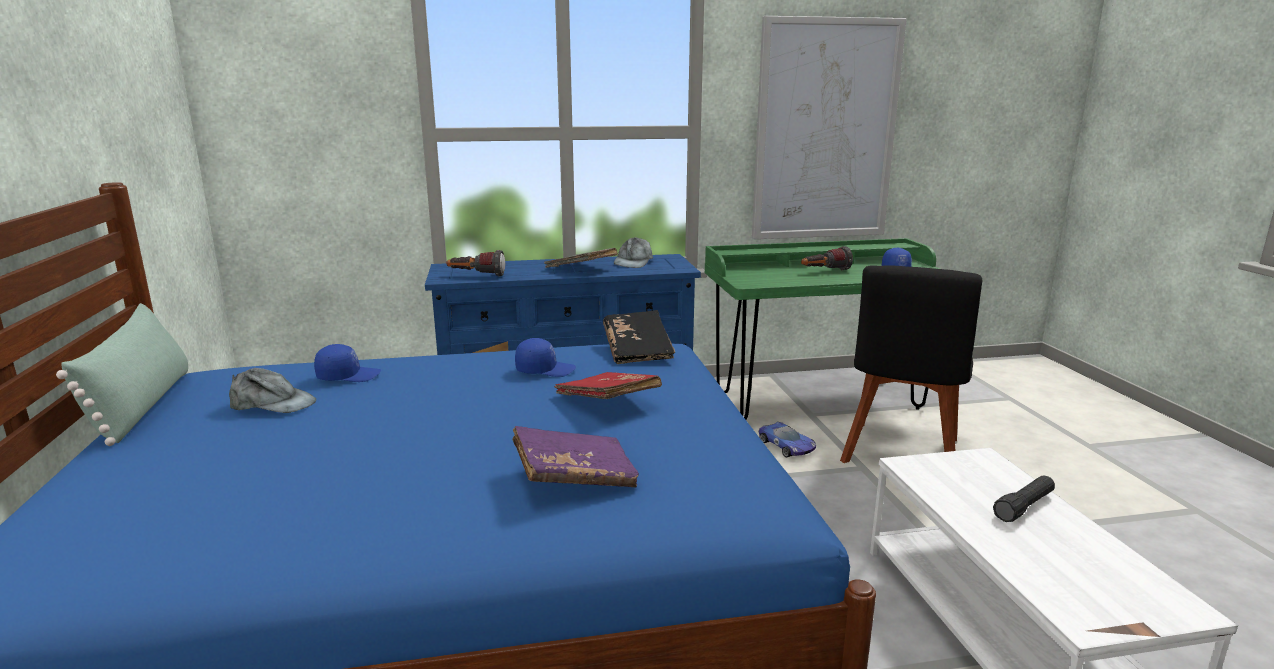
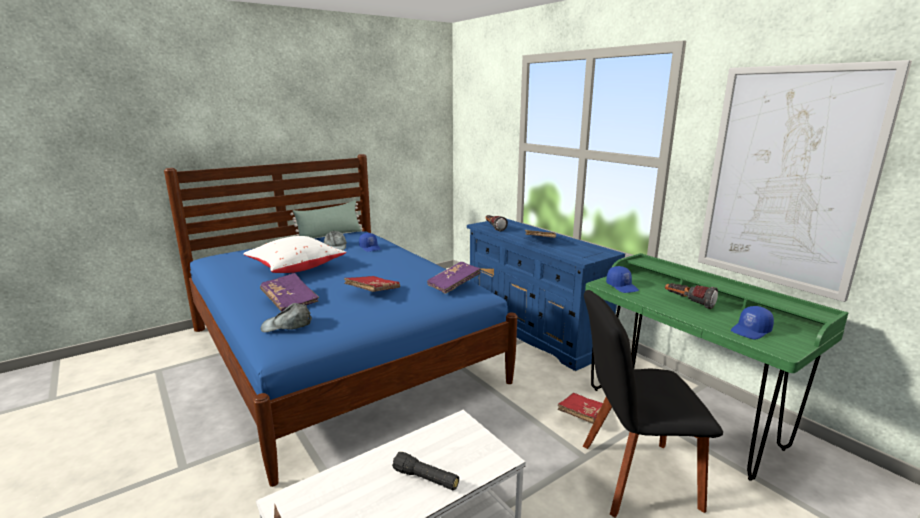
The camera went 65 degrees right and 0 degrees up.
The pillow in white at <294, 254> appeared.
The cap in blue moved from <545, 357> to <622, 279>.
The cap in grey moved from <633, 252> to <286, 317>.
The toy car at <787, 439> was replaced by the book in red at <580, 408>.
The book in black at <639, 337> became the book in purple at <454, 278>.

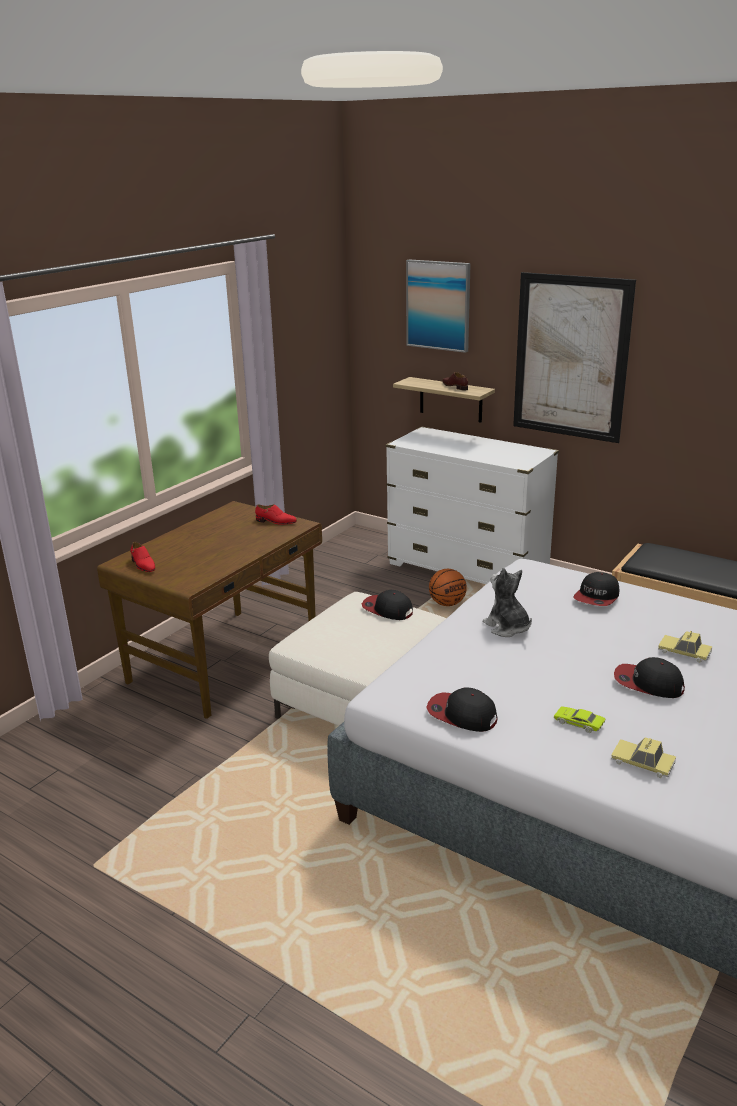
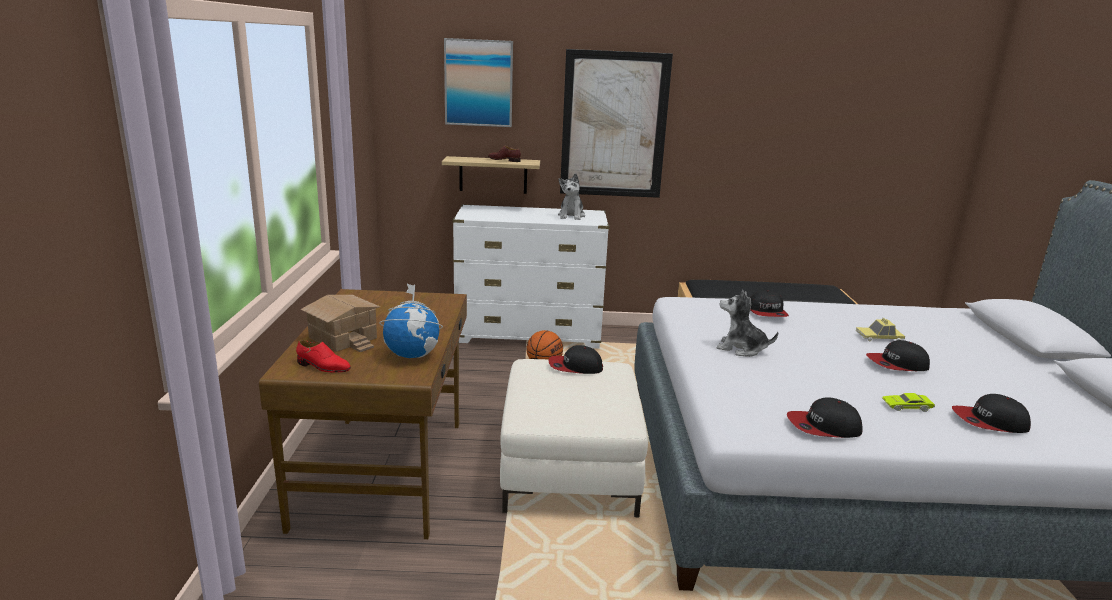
The camera went 35 degrees left and 5 degrees down.
The shoe in red at <276, 514> disappeared.
The toy house at <340, 323> appeared.
The globe at <411, 321> appeared.
The plush toy at <571, 196> appeared.
The toy car at <643, 758> was replaced by the cap at <991, 413>.

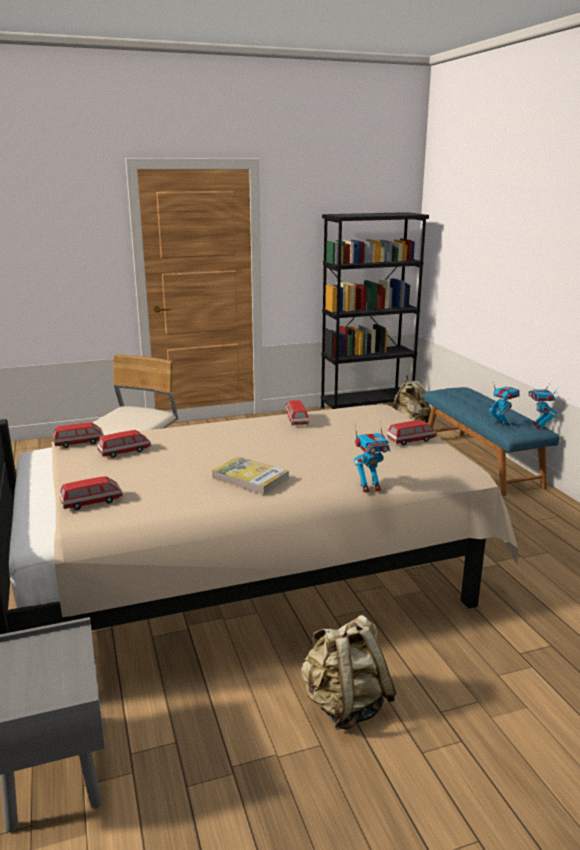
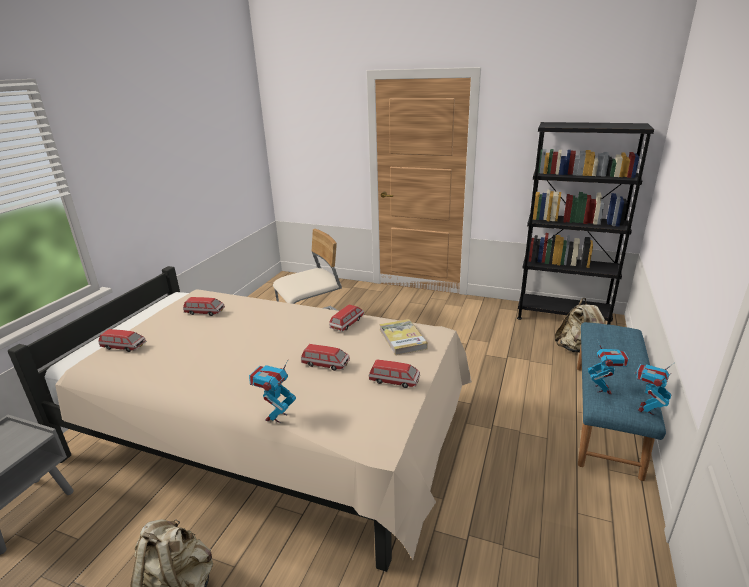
The camera went 40 degrees right and 5 degrees up.
The toy car moved from <79, 435> to <325, 357>.
The book moved from <250, 476> to <403, 337>.
The toy robot at <372, 458> turned 90 degrees clockwise.

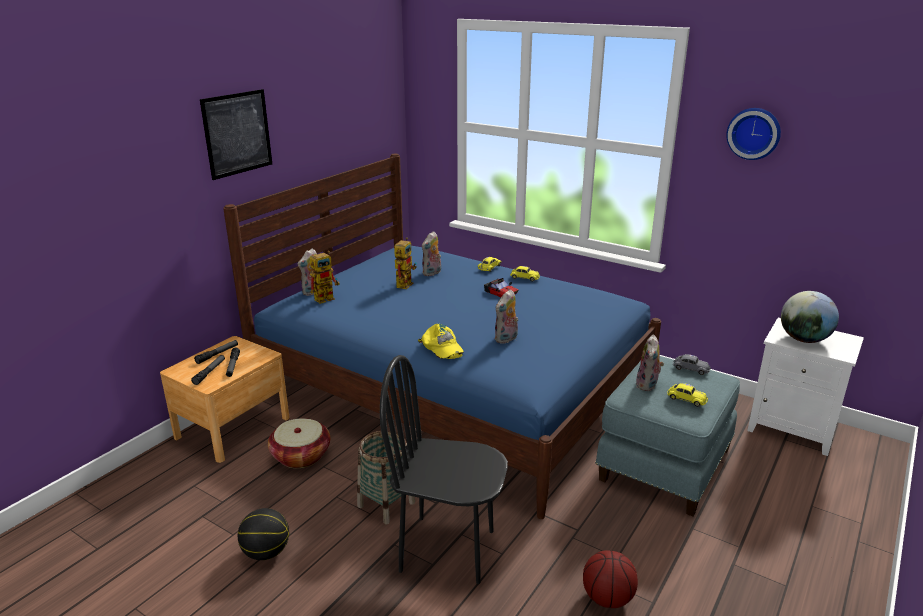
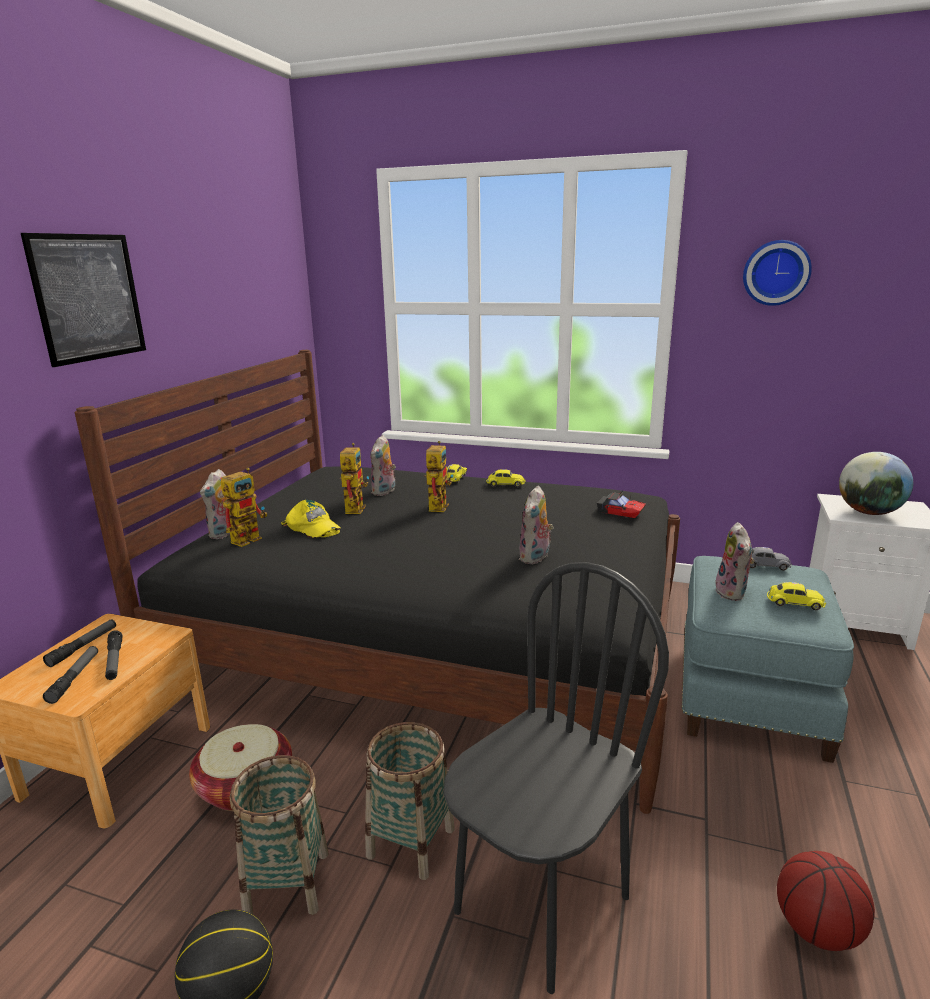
The camera went 15 degrees left and 5 degrees down.
The basket at <279, 835> appeared.
The toy robot at <439, 476> appeared.
The cap in yellow moved from <441, 341> to <311, 519>.
The toy car moved from <501, 287> to <621, 504>.
The bed in blue at <442, 336> became the bed in black at <377, 582>.
The chair in black at <444, 469> turned 135 degrees clockwise.

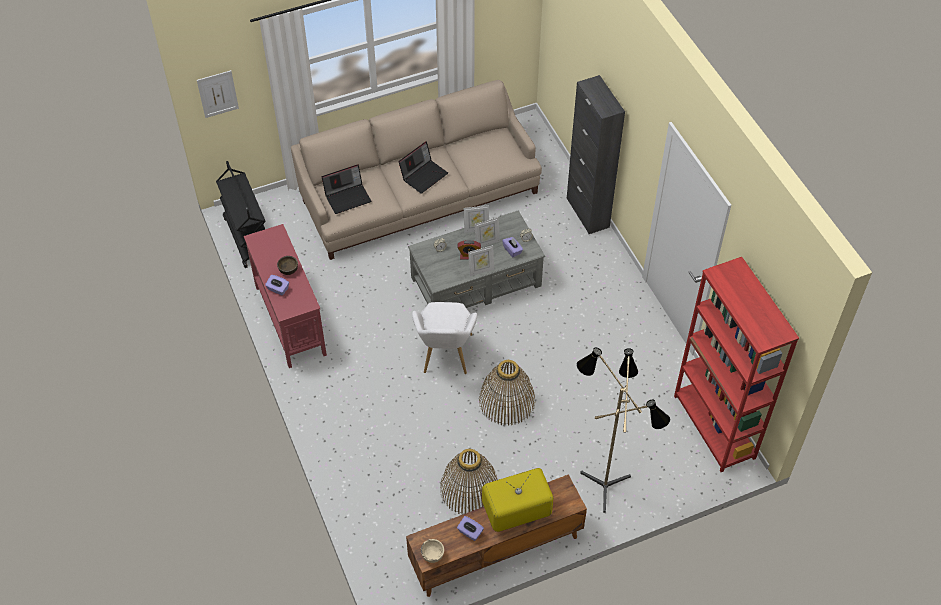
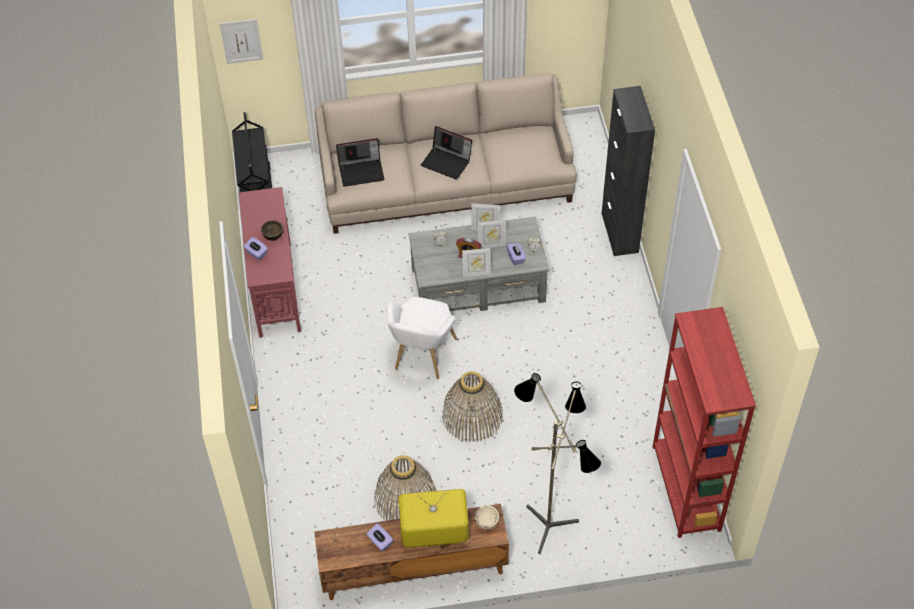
The camera went 15 degrees right and 0 degrees up.
The bowl in beige moved from <432, 551> to <487, 517>.
The laptop at <423, 167> turned 60 degrees clockwise.

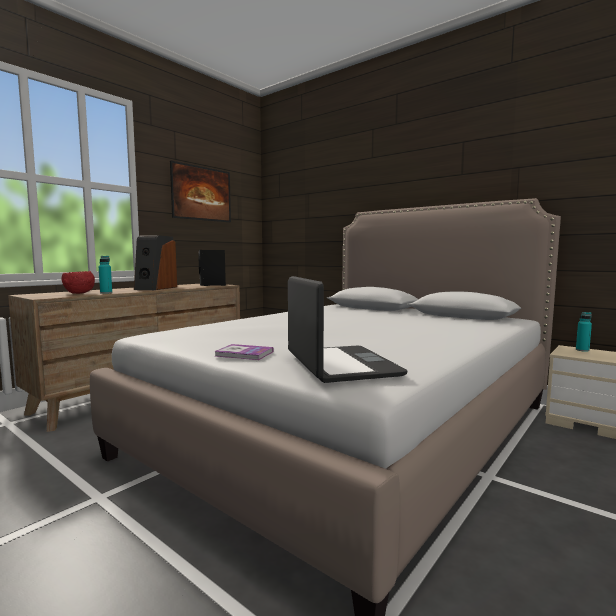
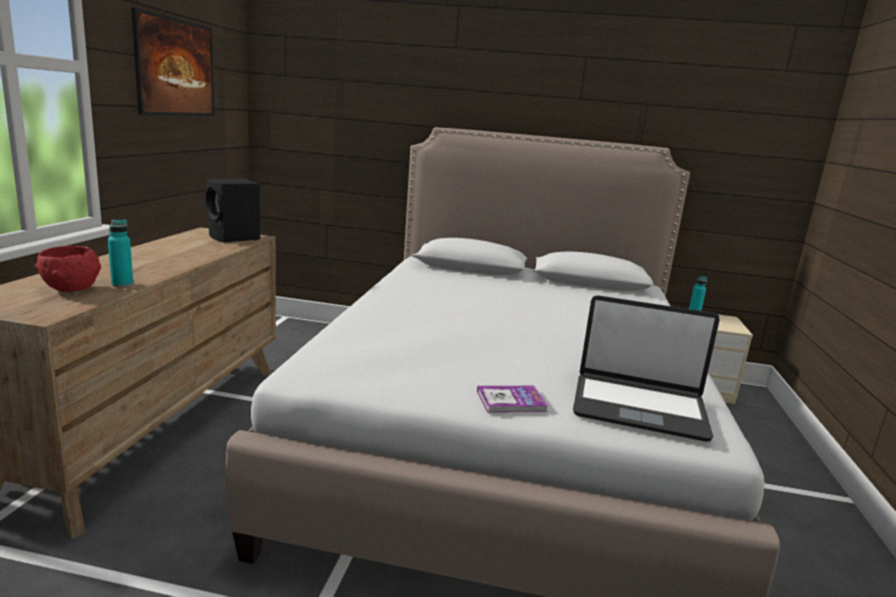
The camera went 30 degrees left and 10 degrees up.
The speaker at <155, 262> disappeared.
The laptop at <348, 329> turned 150 degrees clockwise.

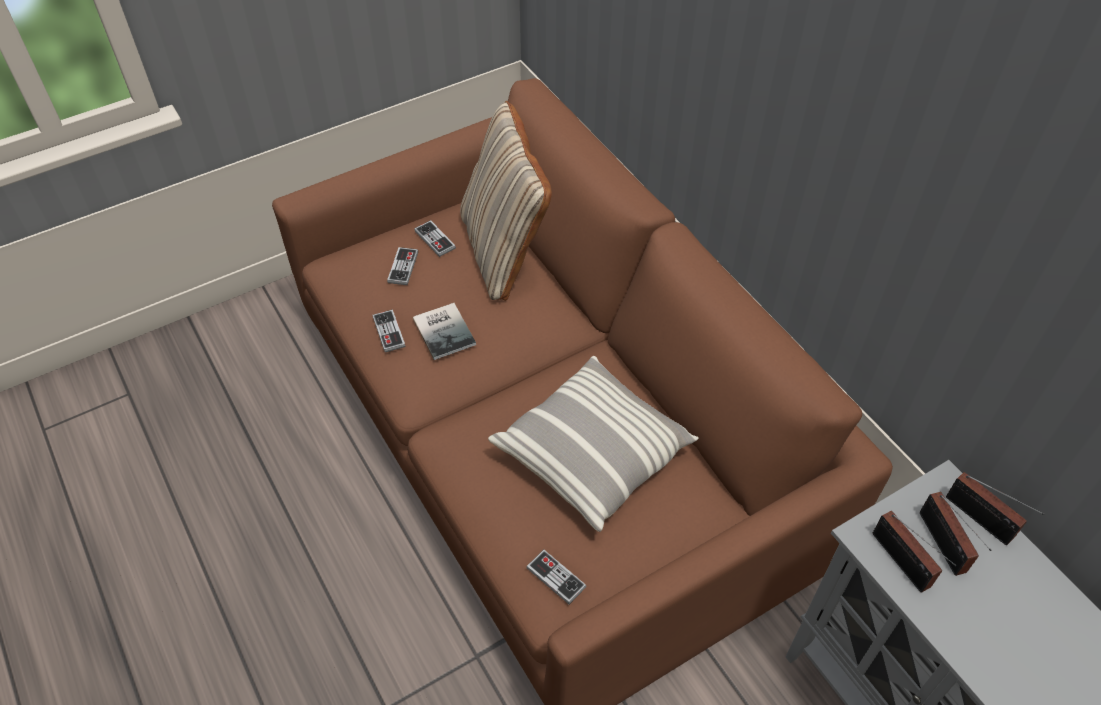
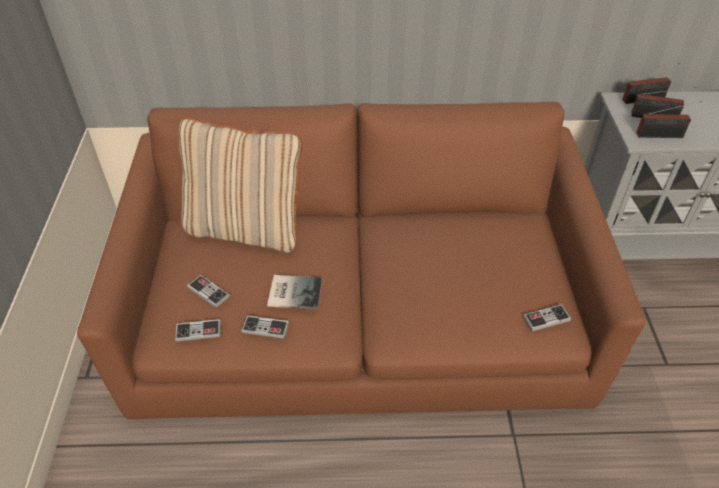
The camera went 60 degrees left and 5 degrees down.
The pillow at <593, 444> disappeared.
The game controller moved from <435, 238> to <198, 330>.

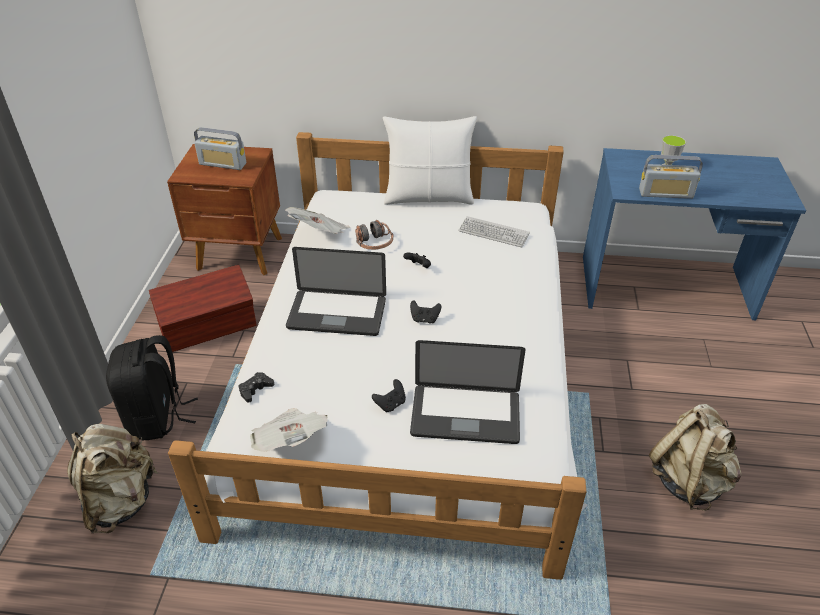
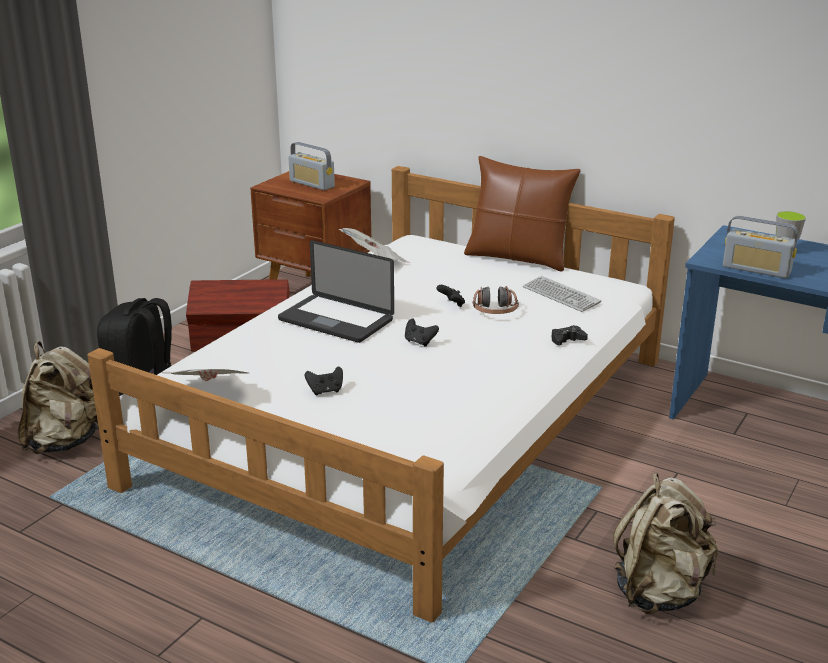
The camera went 25 degrees right and 15 degrees down.
The laptop at <467, 392> disappeared.
The game controller in black moved from <256, 387> to <569, 335>.
The headphones moved from <374, 235> to <496, 300>.
The pillow in white at <430, 160> became the pillow in brown at <522, 214>.

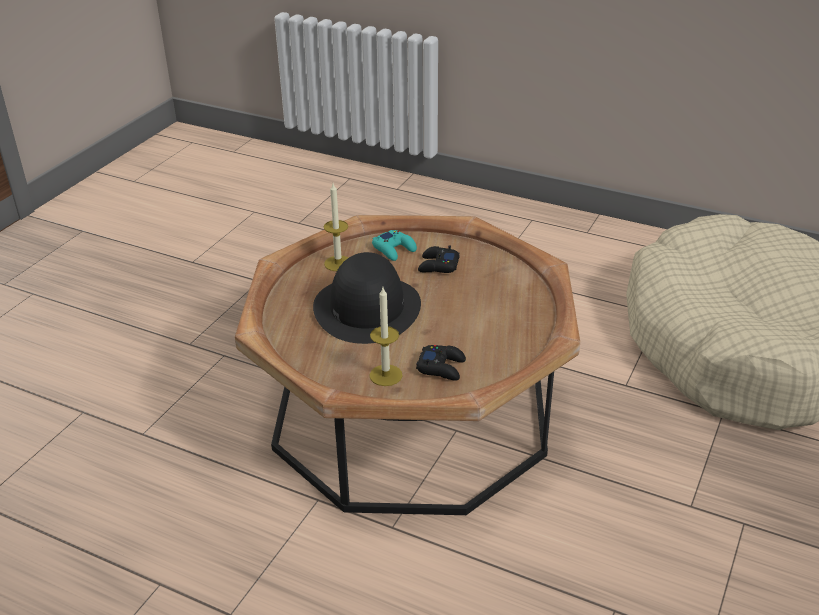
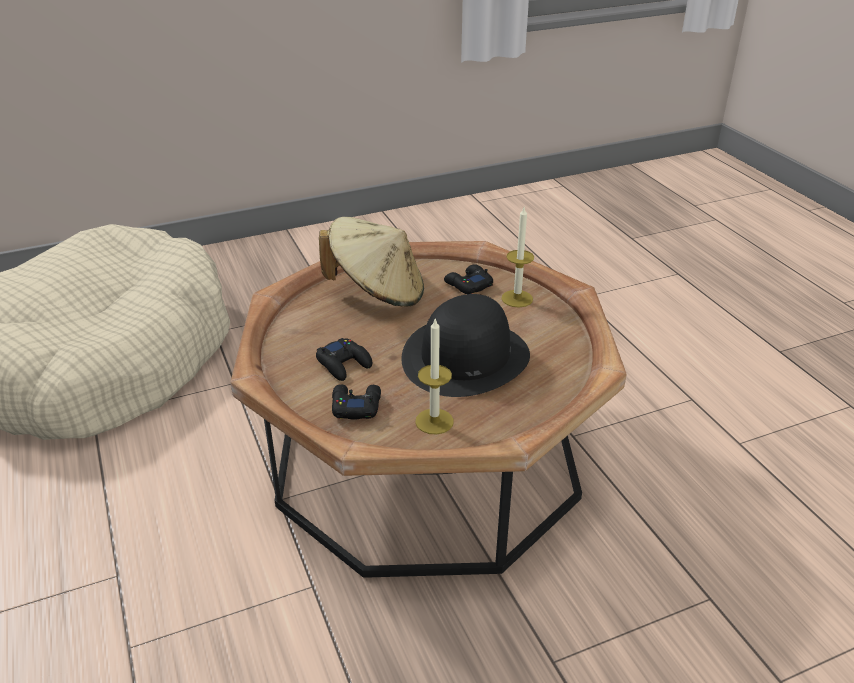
The camera went 140 degrees left and 0 degrees up.
The hat in beige at <371, 262> appeared.
The game controller in turquoise at <394, 245> became the game controller in black at <356, 402>.

